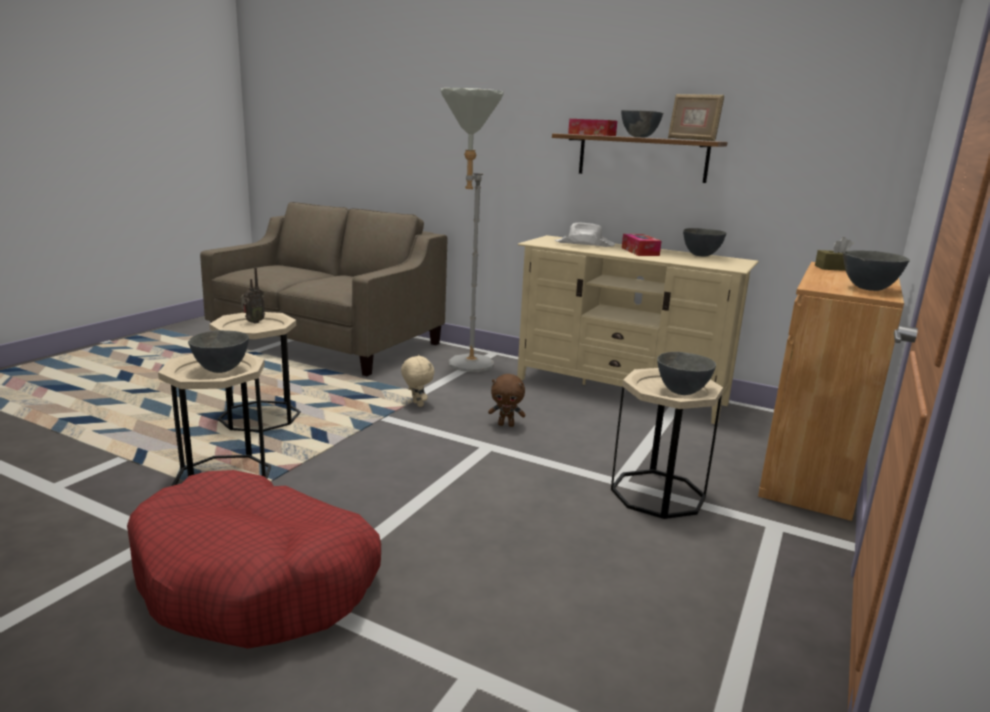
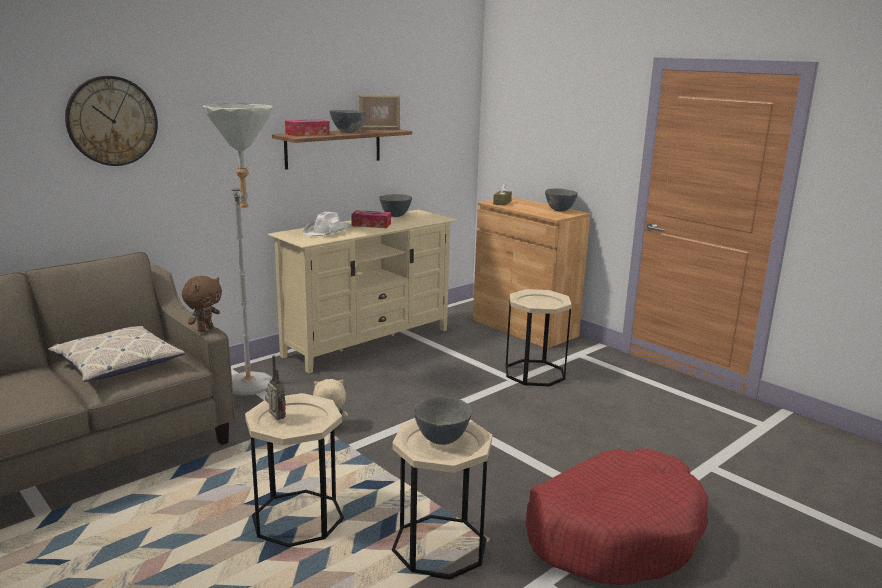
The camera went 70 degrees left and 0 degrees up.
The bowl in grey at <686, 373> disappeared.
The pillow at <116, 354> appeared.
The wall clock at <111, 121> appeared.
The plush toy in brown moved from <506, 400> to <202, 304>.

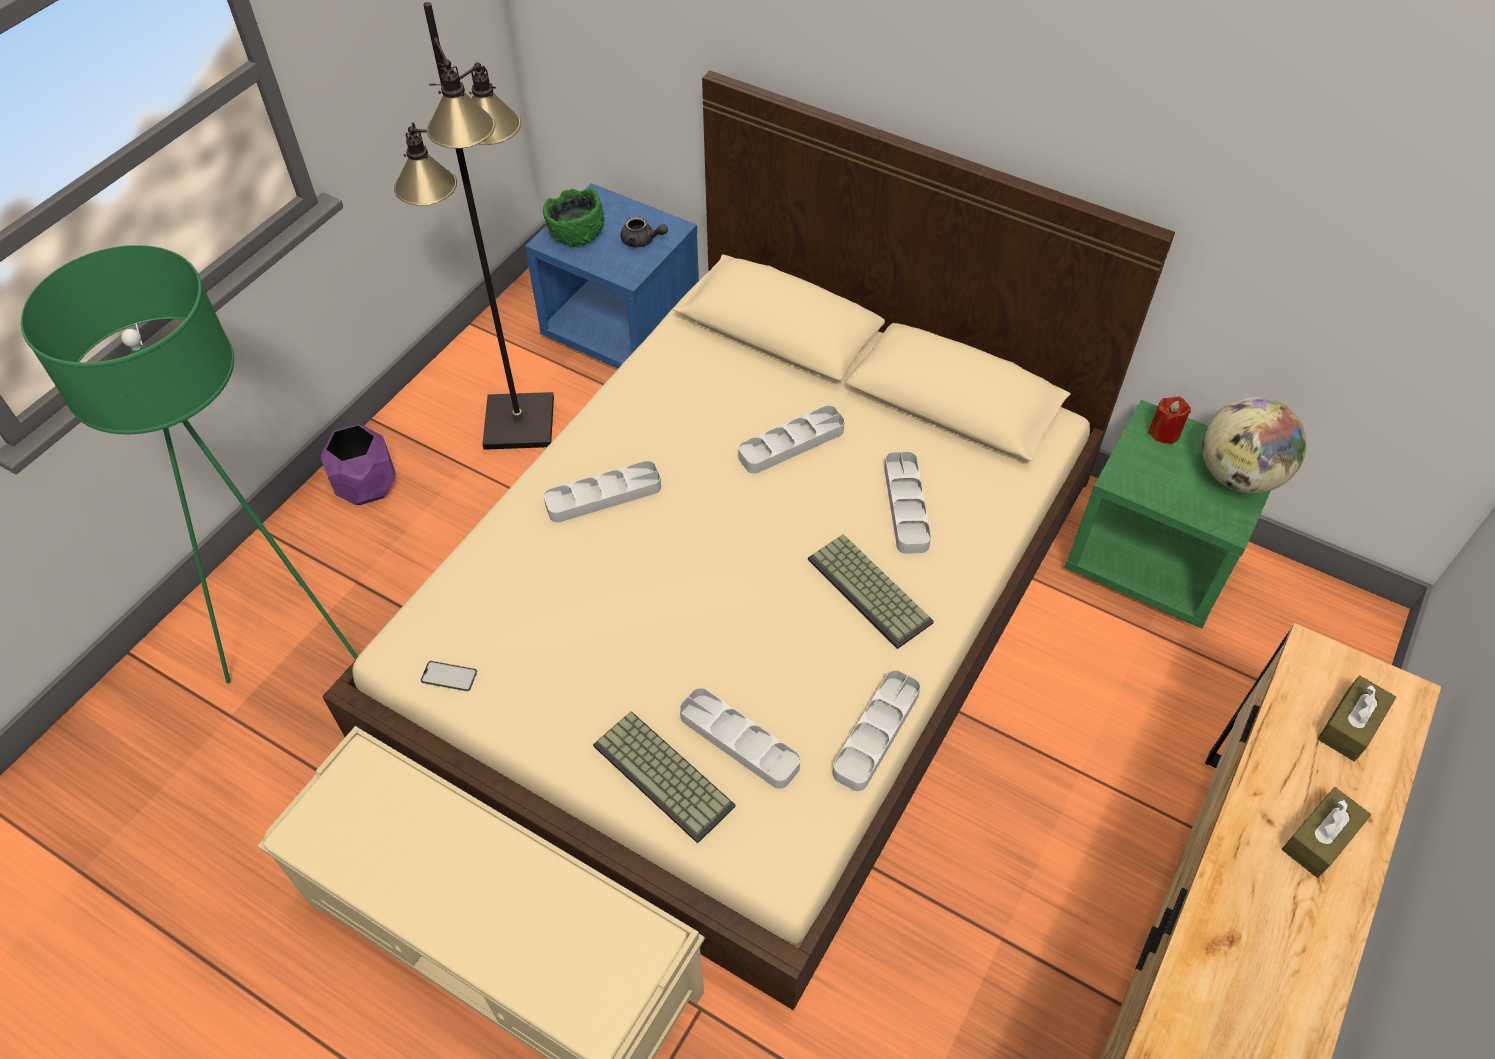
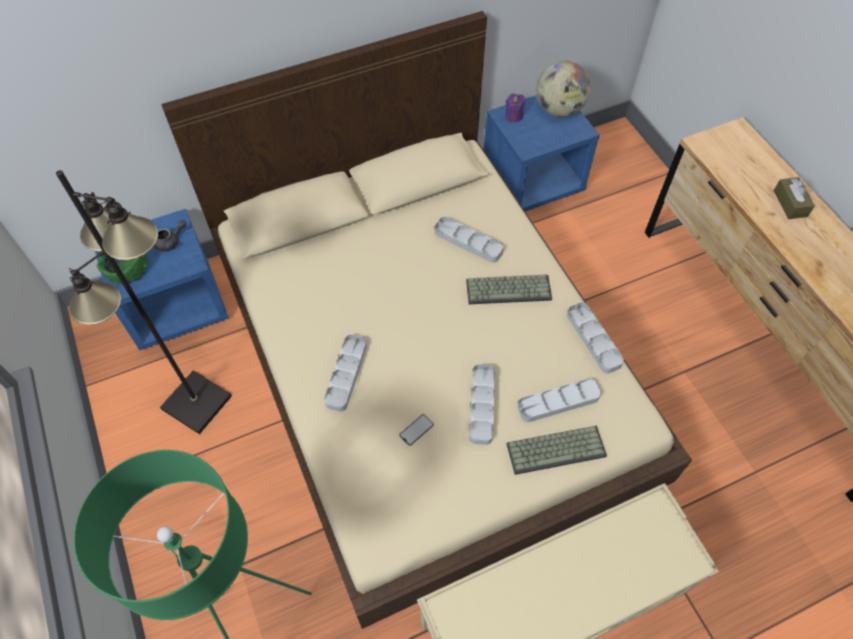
The camera went 55 degrees left and 5 degrees up.
The planter in purple at <358, 464> disappeared.
The tissue box in brown at <1357, 718> disappeared.
The phone moved from <449, 676> to <416, 430>.
The tray in grey moved from <792, 439> to <482, 404>.
The nightstand in green at <1167, 514> became the nightstand in blue at <542, 153>.
The candle in red at <1169, 420> became the candle in purple at <515, 108>.

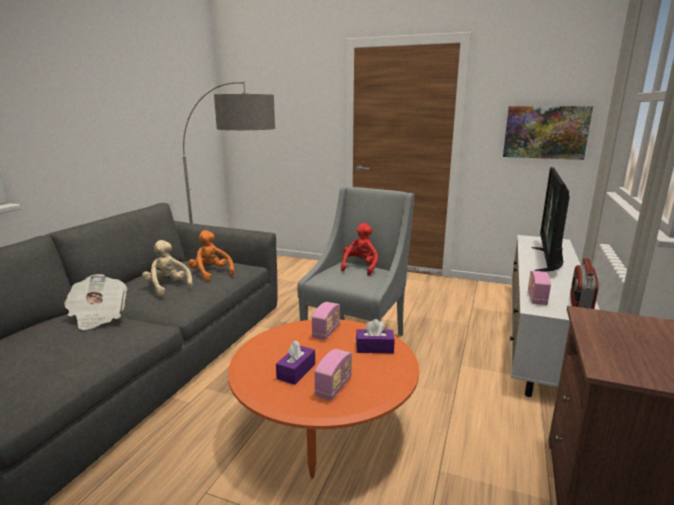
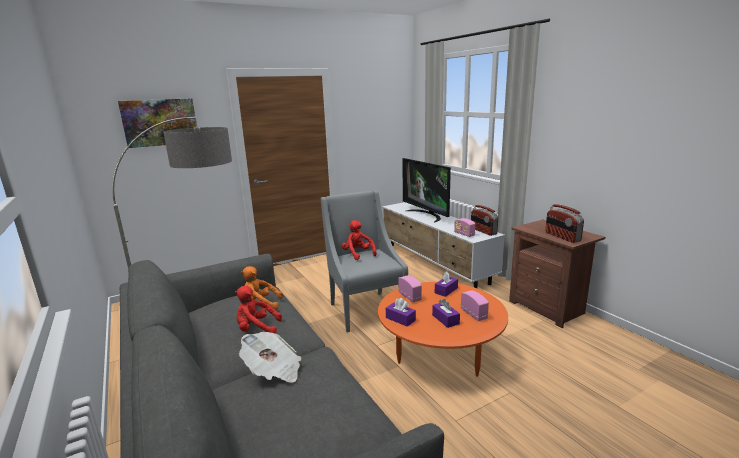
The camera went 50 degrees left and 0 degrees up.
The tissue box in purple at <401, 312> appeared.
The radio at <564, 223> appeared.
The picture moved from <548, 133> to <157, 123>.
The plush toy in beige at <167, 268> became the plush toy in red at <258, 310>.

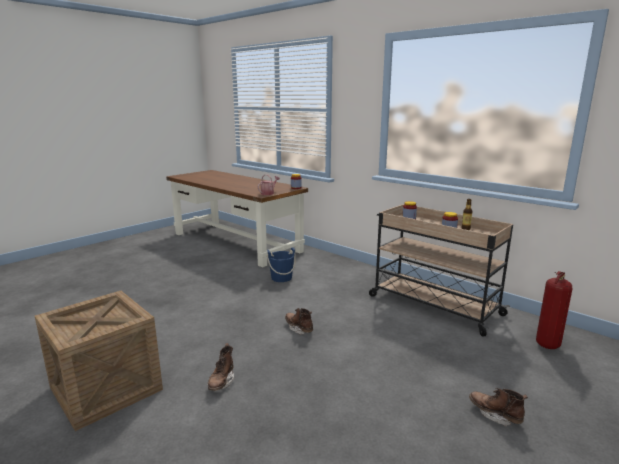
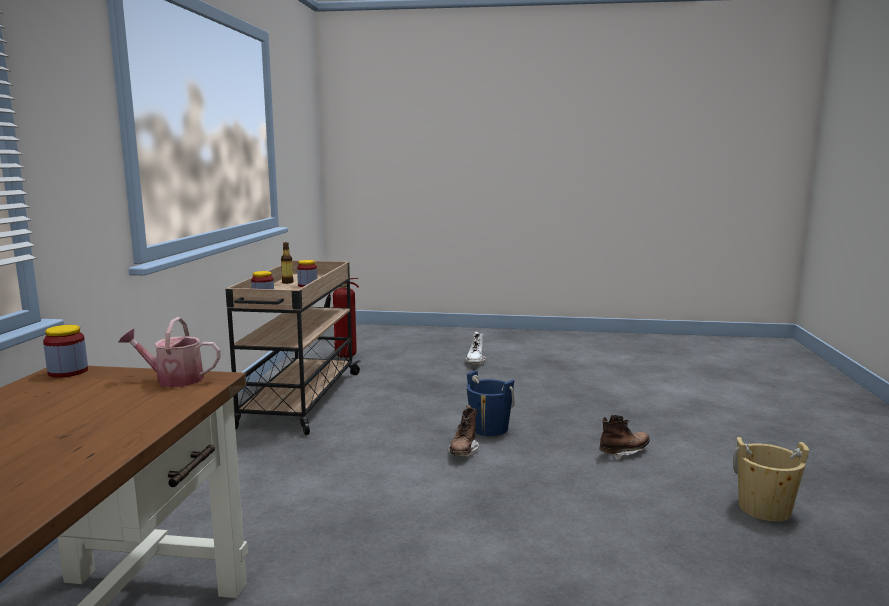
The camera went 125 degrees left and 5 degrees down.
The bucket in blue moved from <281, 264> to <491, 403>.
The crate at <99, 361> was replaced by the bucket in beige at <771, 479>.
The boot in brown at <498, 407> became the boot in white at <475, 348>.

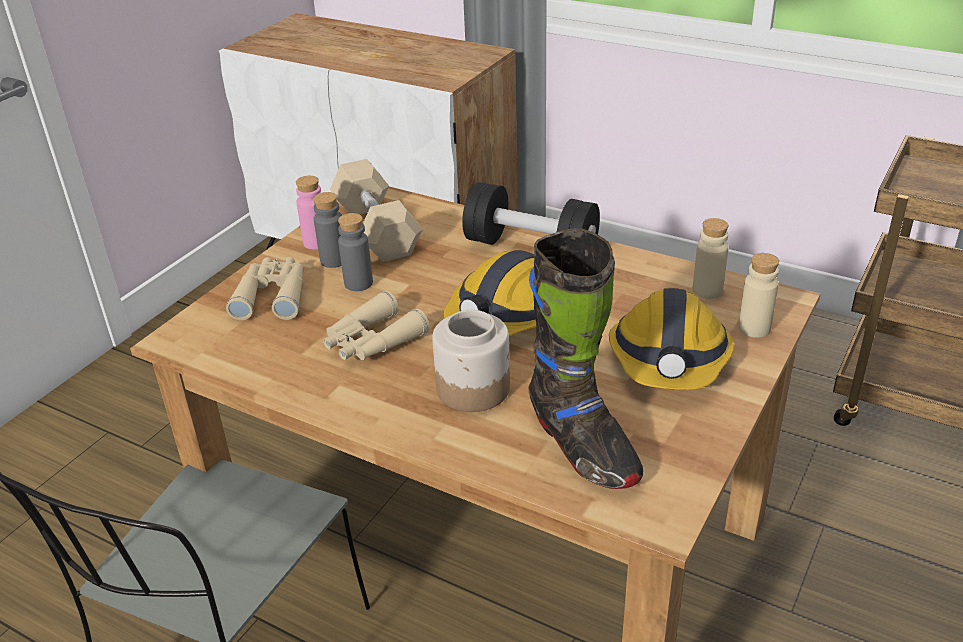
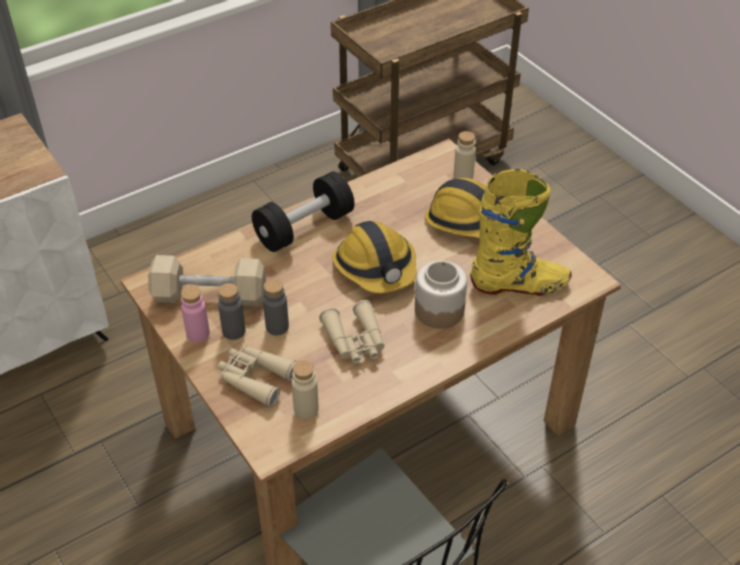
The camera went 65 degrees left and 10 degrees up.
The bottle in beige moved from <711, 258> to <305, 389>.
The boot in black at <586, 358> became the boot in yellow at <520, 232>.

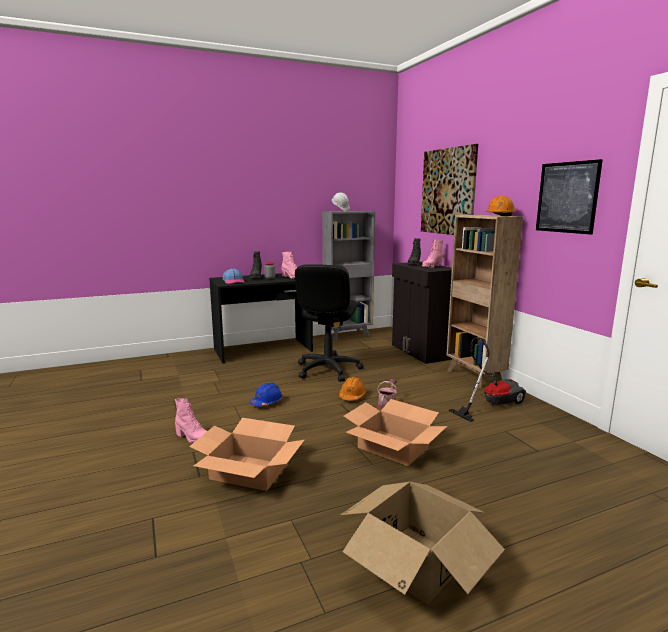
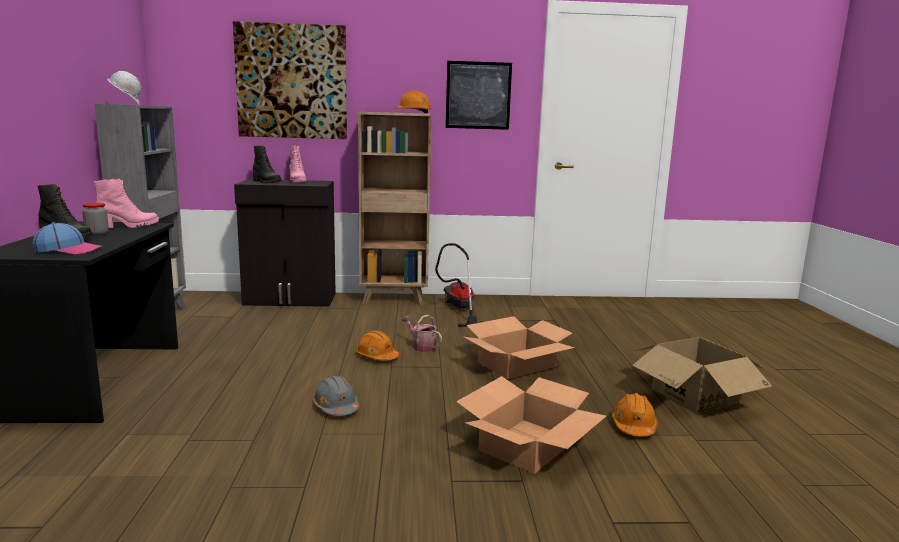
The camera went 70 degrees left and 0 degrees up.
The boot in pink at <191, 420> disappeared.
The office chair in black at <329, 323> disappeared.
The hard hat in orange at <635, 414> appeared.
The hard hat in blue at <267, 394> became the hard hat in grey at <336, 395>.

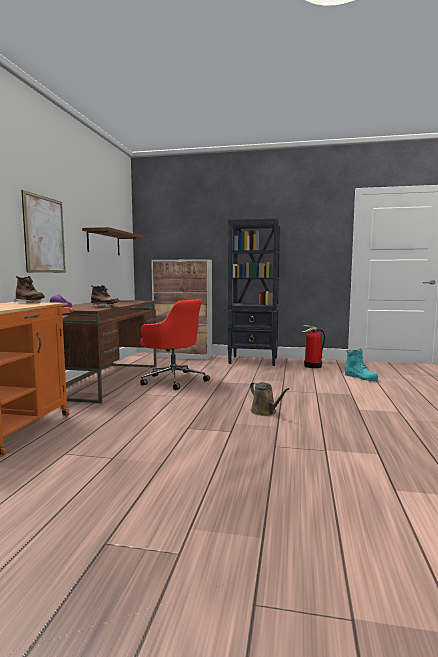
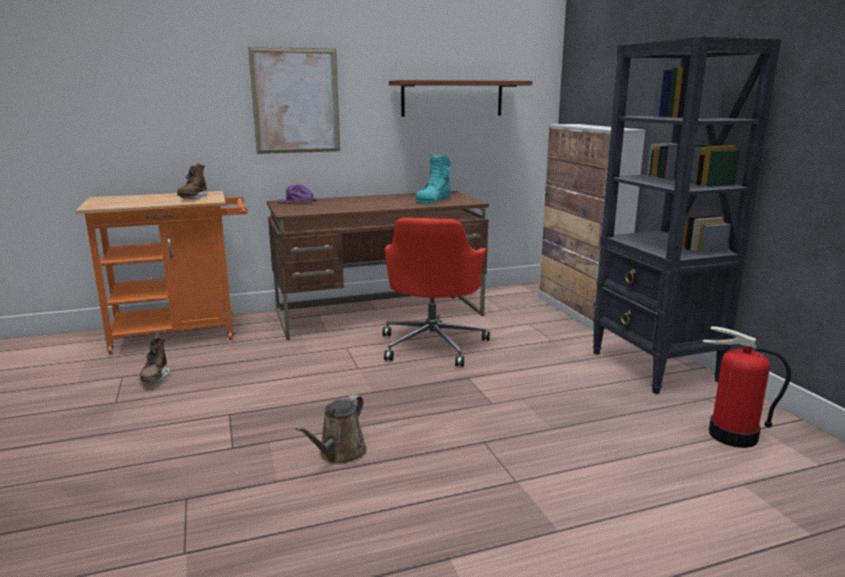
The camera went 60 degrees right and 10 degrees up.
The boot in brown moved from <105, 295> to <154, 359>.
The boot in turquoise moved from <361, 365> to <433, 179>.

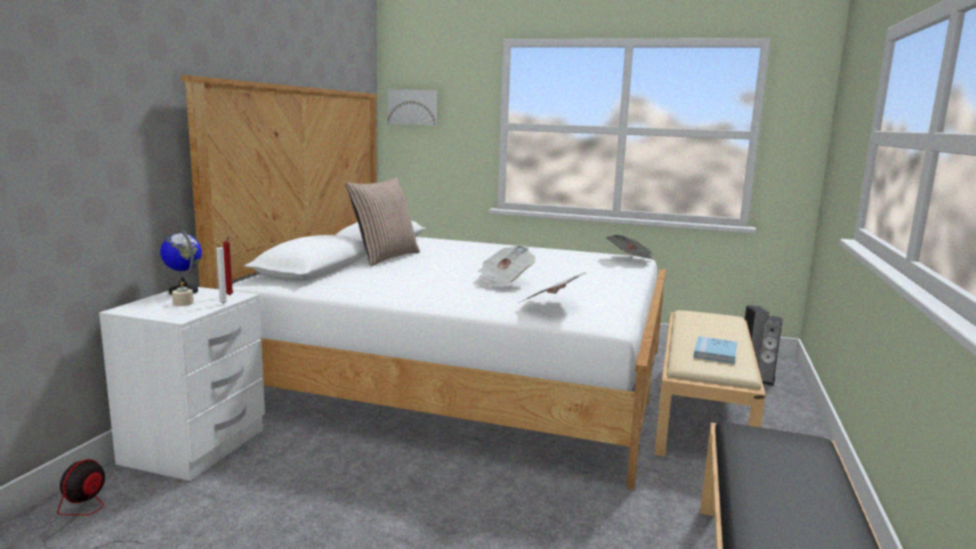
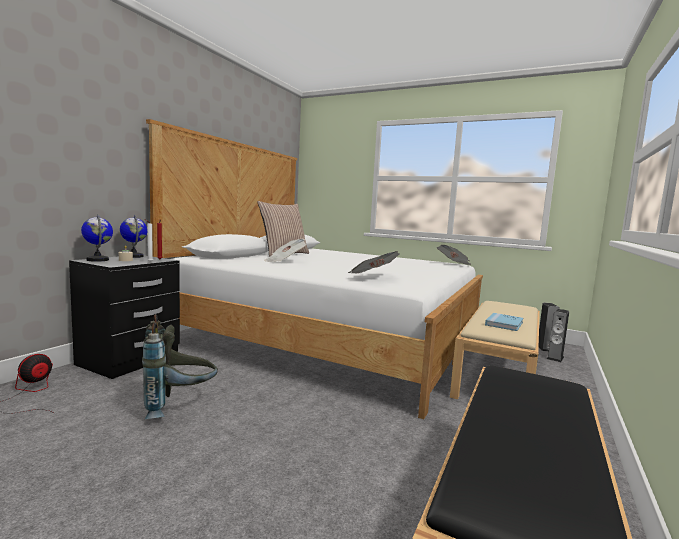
The camera went 10 degrees right and 5 degrees down.
The picture at <412, 107> disappeared.
The globe at <97, 238> appeared.
The backpack in grey at <180, 366> appeared.
The newspaper moved from <504, 266> to <285, 250>.
The nightstand in white at <182, 384> became the nightstand in black at <124, 317>.

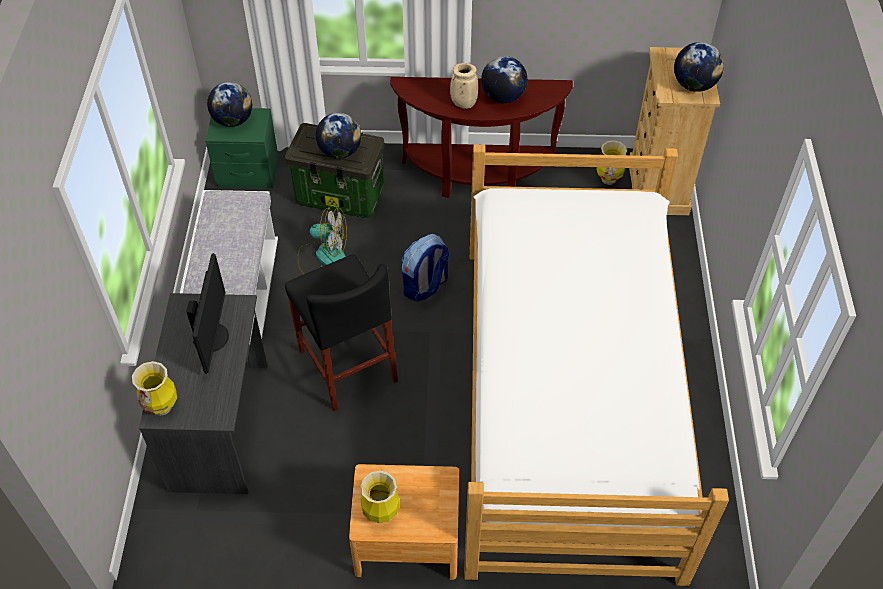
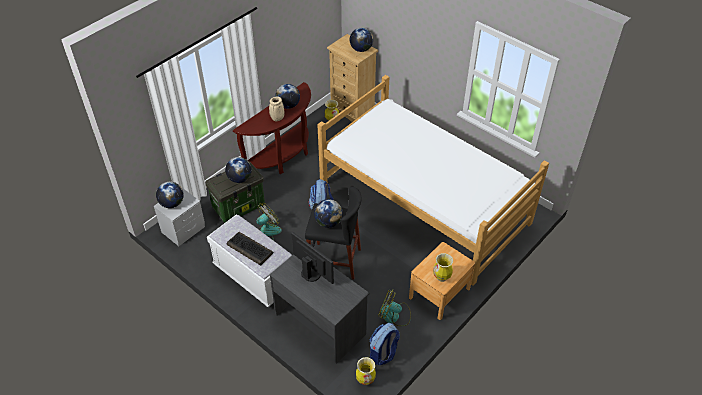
The camera went 50 degrees left and 5 degrees down.
The keyboard at <250, 249> appeared.
The globe at <328, 213> appeared.
The backpack at <385, 344> appeared.
The fan at <394, 308> appeared.
The vase moved from <154, 388> to <366, 371>.
The nightstand in green at <242, 148> became the nightstand in grey at <179, 216>.

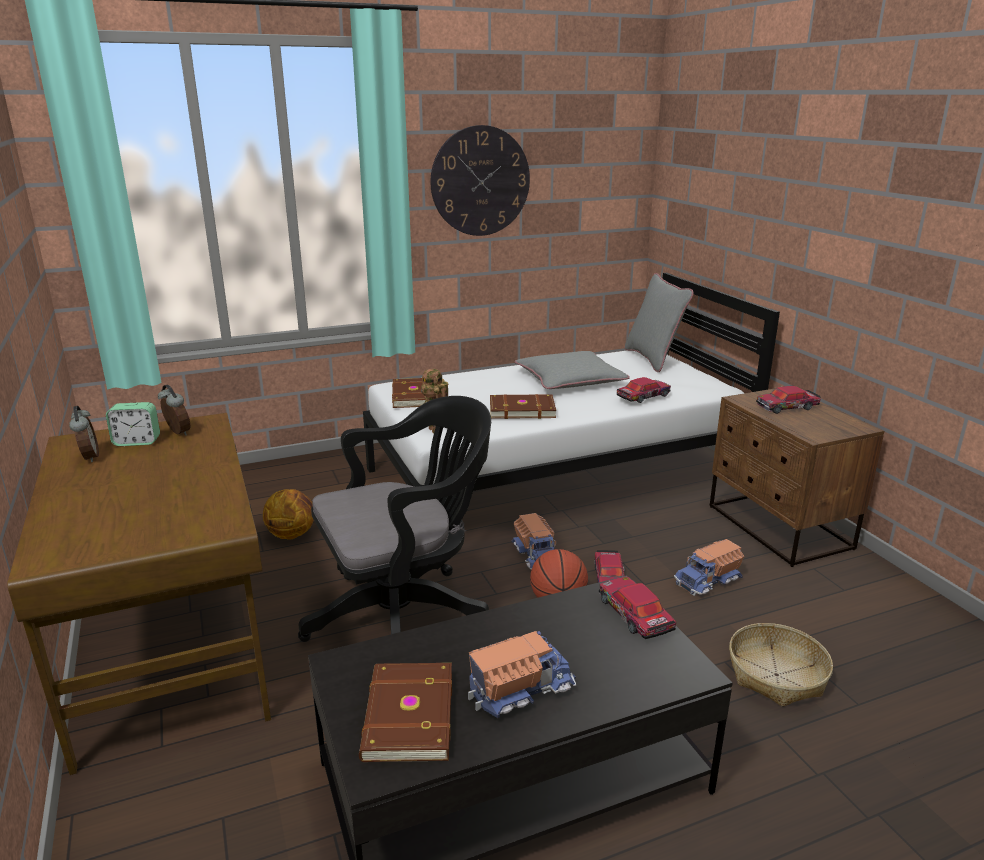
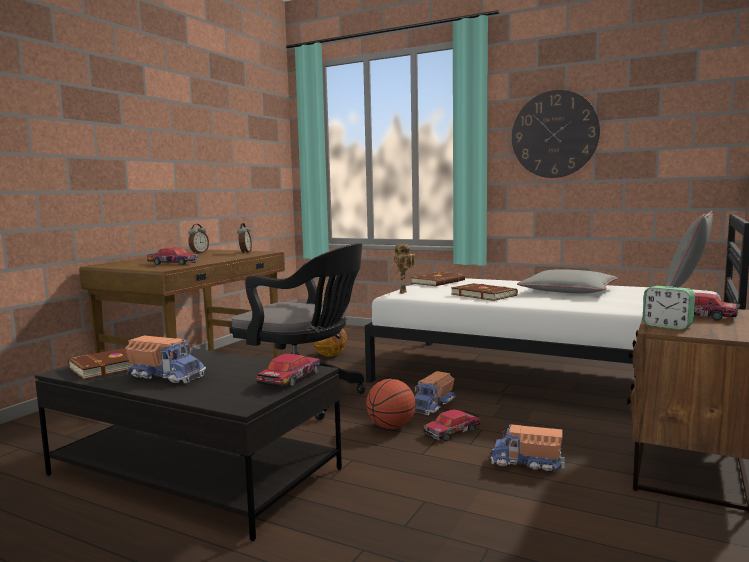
The camera went 50 degrees right and 15 degrees down.
The basket at <781, 665> disappeared.
The alarm clock moved from <133, 424> to <669, 308>.
The toy car moved from <643, 390> to <173, 256>.

